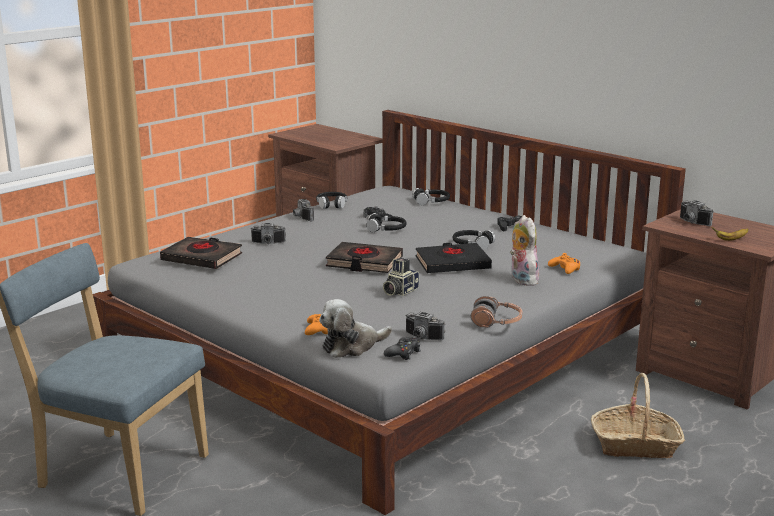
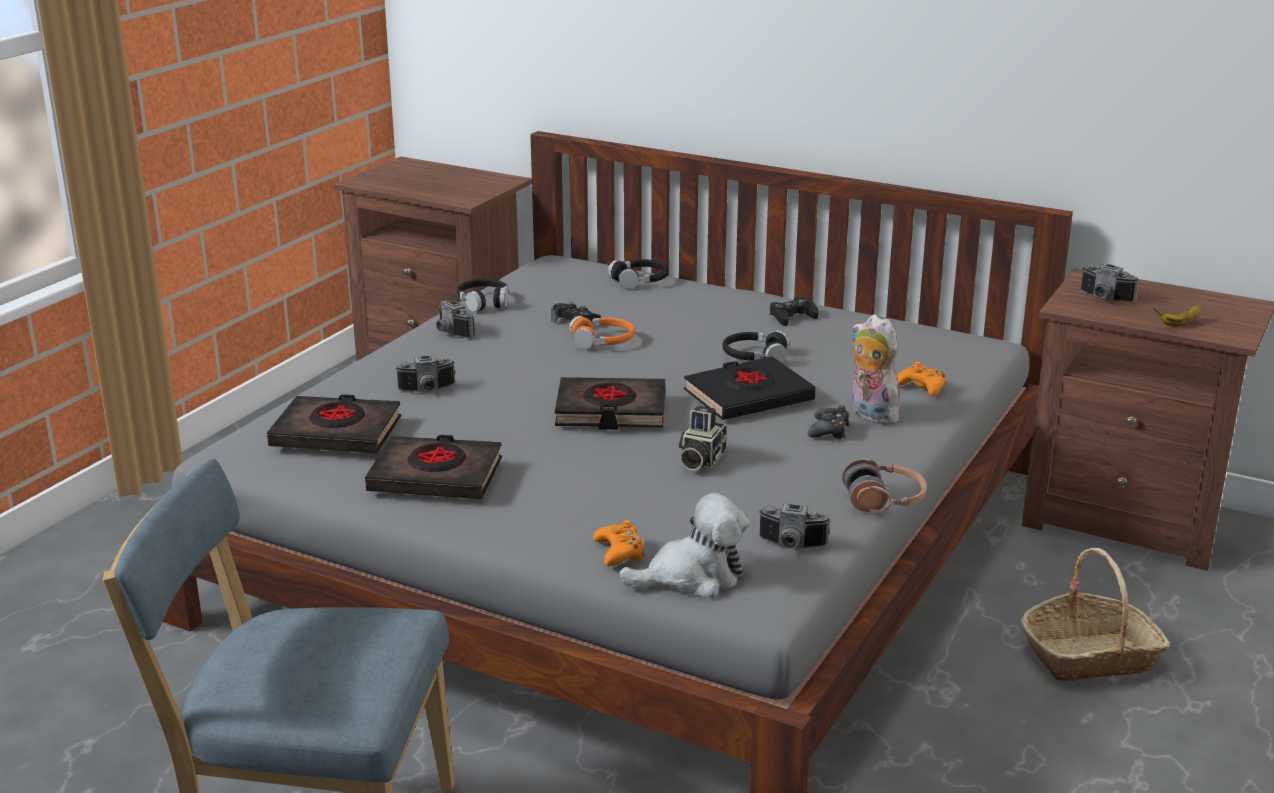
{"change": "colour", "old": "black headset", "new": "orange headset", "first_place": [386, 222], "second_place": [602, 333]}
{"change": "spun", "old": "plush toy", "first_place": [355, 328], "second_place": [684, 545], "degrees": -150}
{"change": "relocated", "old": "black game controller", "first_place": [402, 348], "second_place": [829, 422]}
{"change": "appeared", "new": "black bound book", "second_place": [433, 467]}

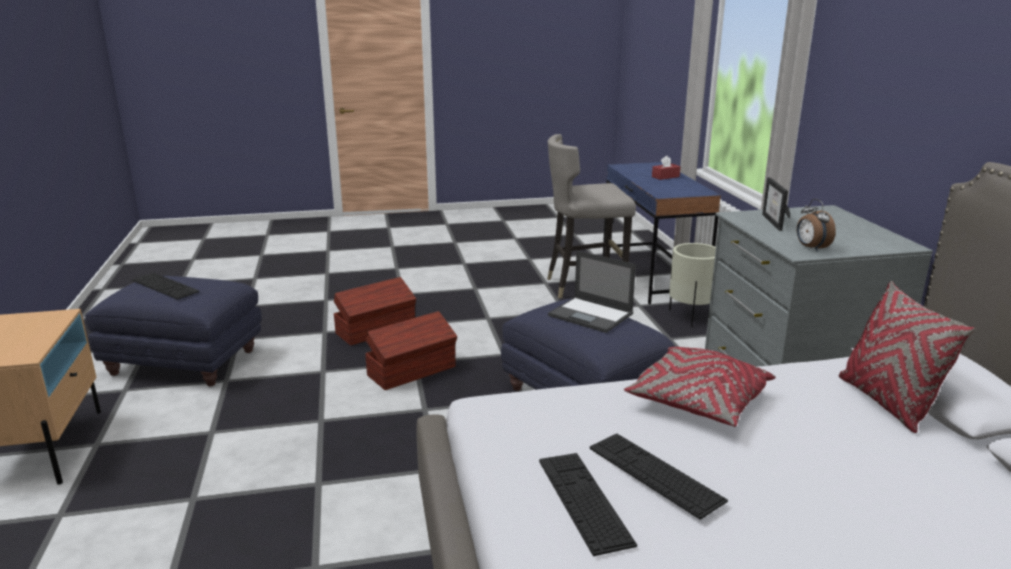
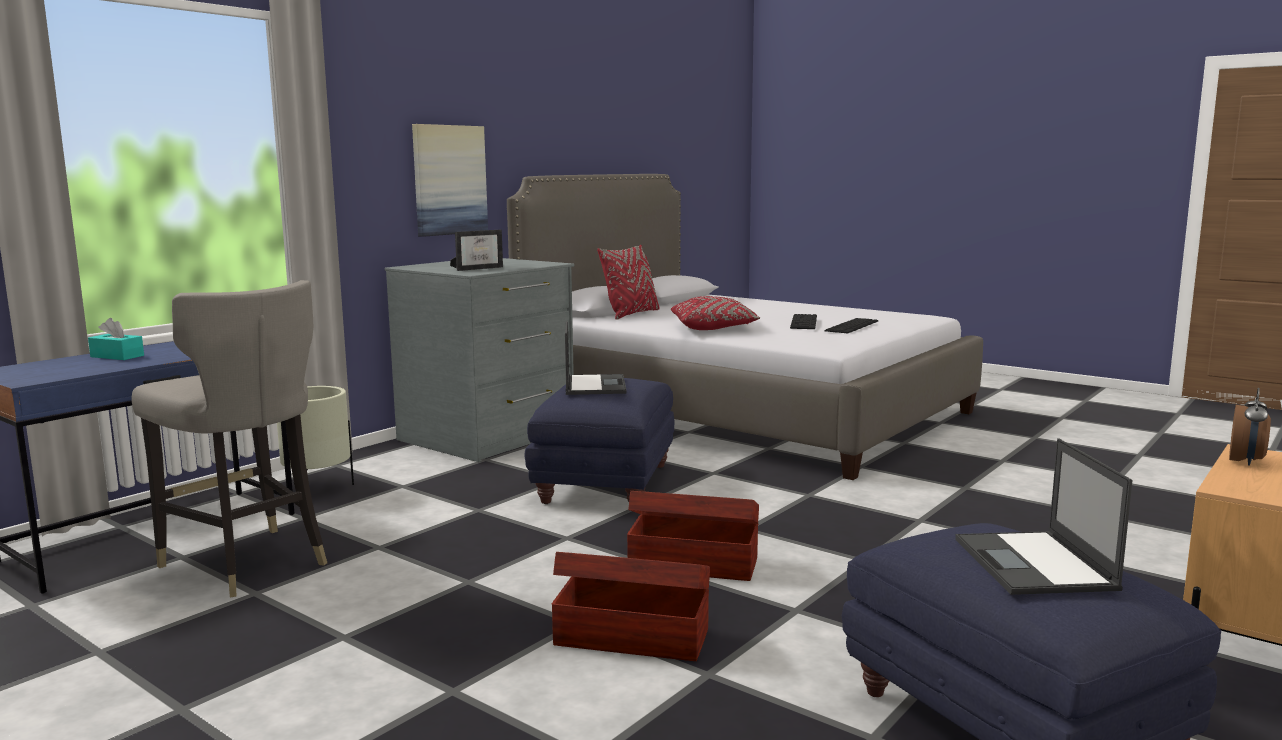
{"change": "colour", "old": "reddish box of tissues", "new": "turquoise-coloured box of tissues", "first_place": [666, 168], "second_place": [116, 339]}
{"change": "relocated", "old": "table clock", "first_place": [816, 225], "second_place": [1250, 427]}
{"change": "exchanged", "old": "keyboard", "new": "laptop", "first_place": [165, 286], "second_place": [1043, 516]}
{"change": "appeared", "new": "wall art", "second_place": [450, 180]}

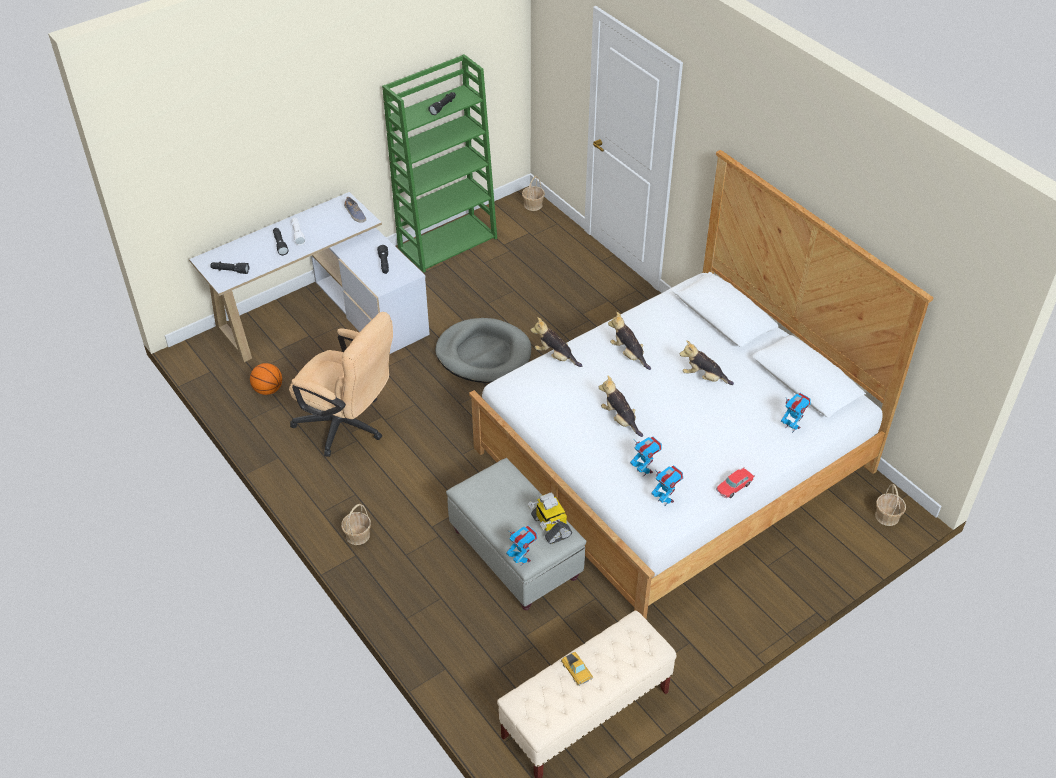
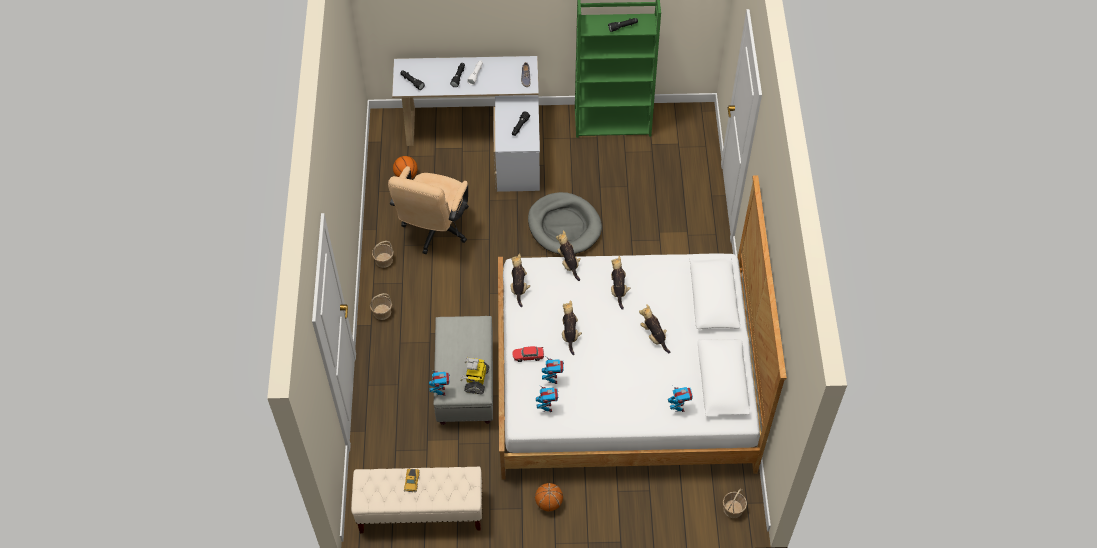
{"change": "relocated", "old": "household basket", "first_place": [533, 193], "second_place": [383, 254]}
{"change": "spun", "old": "sand-coloured office chair", "first_place": [341, 384], "second_place": [428, 210], "degrees": 45}
{"change": "relocated", "old": "toy car", "first_place": [735, 482], "second_place": [528, 354]}
{"change": "appeared", "new": "plush toy", "second_place": [520, 280]}
{"change": "appeared", "new": "basketball", "second_place": [549, 497]}

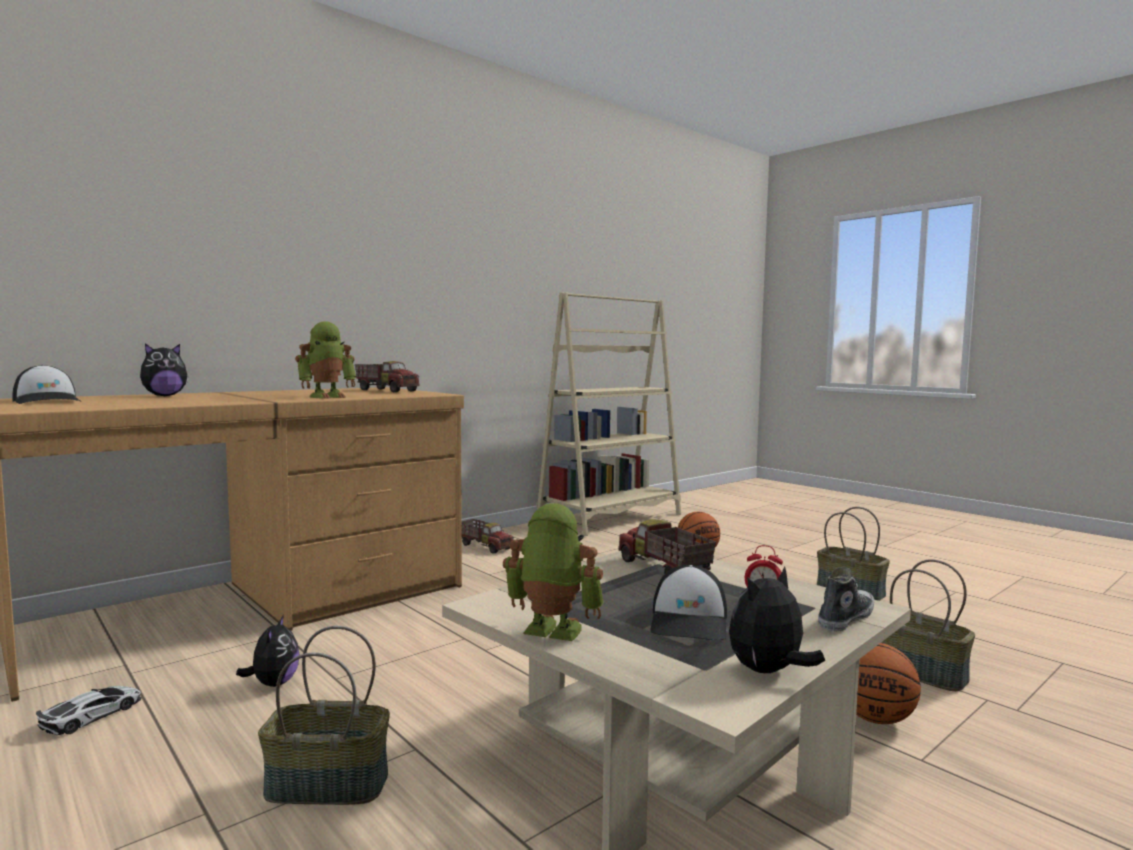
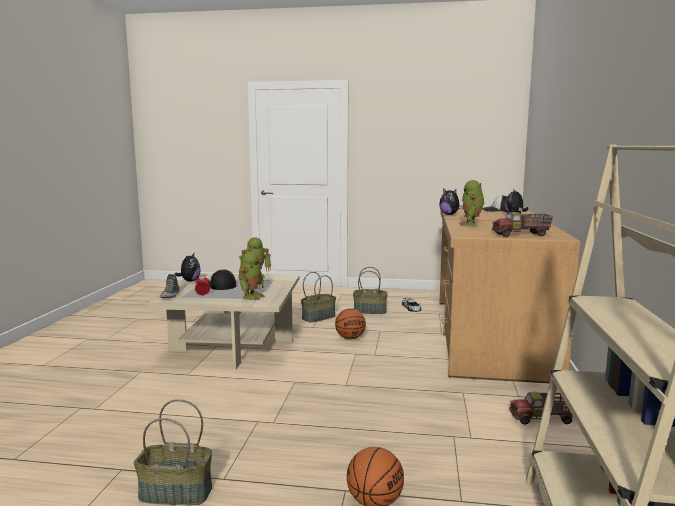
{"change": "exchanged", "old": "toy lorry", "new": "robot figure", "first_place": [667, 546], "second_place": [251, 276]}
{"change": "relocated", "old": "household basket", "first_place": [928, 625], "second_place": [370, 290]}
{"change": "relocated", "old": "plush toy", "first_place": [268, 651], "second_place": [451, 201]}
{"change": "relocated", "old": "basketball", "first_place": [888, 683], "second_place": [350, 323]}

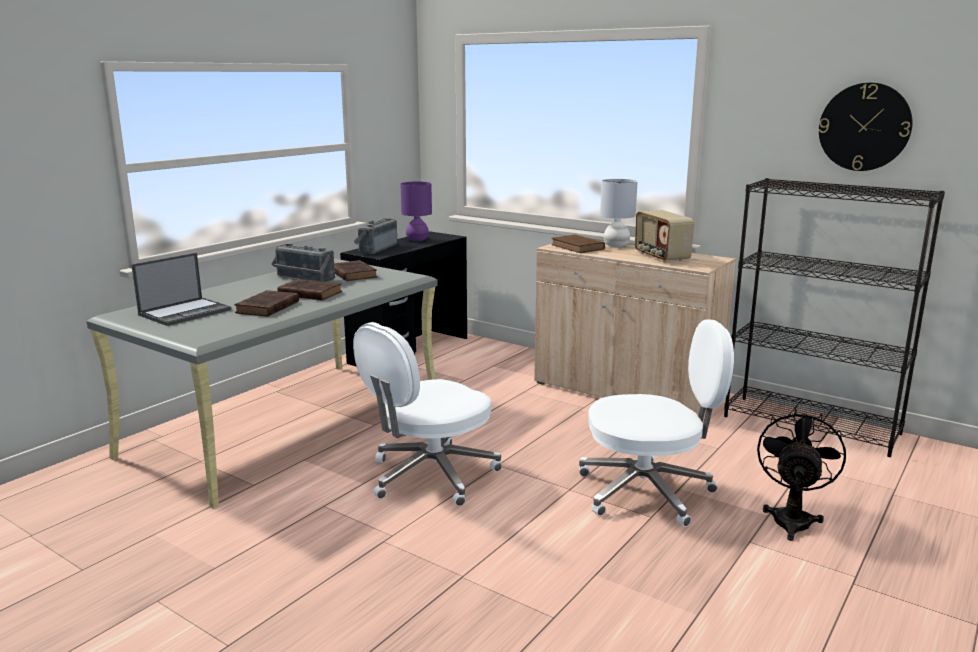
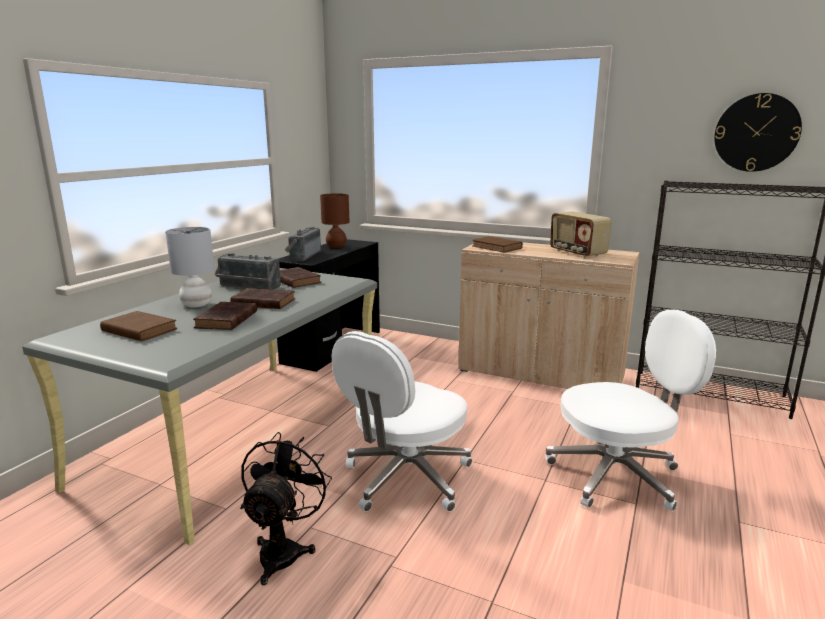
{"change": "relocated", "old": "gray table lamp", "first_place": [619, 213], "second_place": [189, 267]}
{"change": "colour", "old": "purple-coloured table lamp", "new": "brownish table lamp", "first_place": [416, 211], "second_place": [335, 220]}
{"change": "exchanged", "old": "laptop", "new": "brownish bound book", "first_place": [181, 289], "second_place": [138, 326]}
{"change": "relocated", "old": "black cooling fan", "first_place": [801, 474], "second_place": [286, 508]}

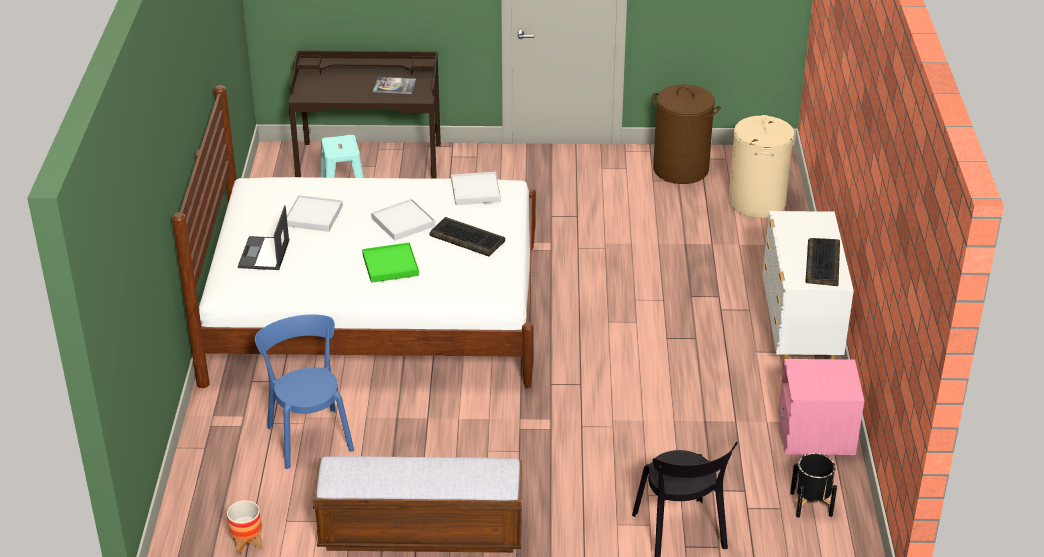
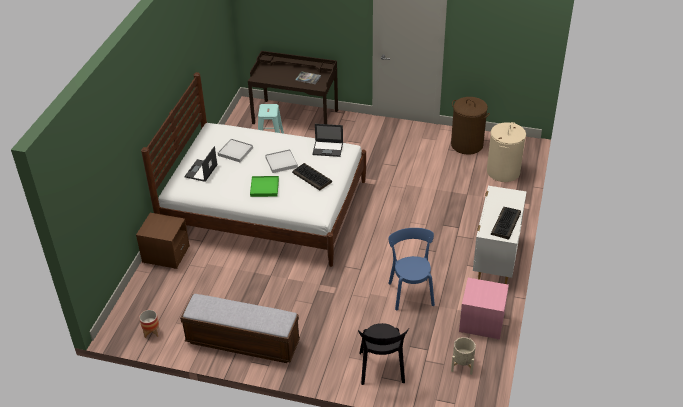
{"change": "exchanged", "old": "white serving tray", "new": "laptop", "first_place": [476, 188], "second_place": [327, 140]}
{"change": "relocated", "old": "blue upright chair", "first_place": [304, 392], "second_place": [411, 269]}
{"change": "colour", "old": "black planter", "new": "sand-coloured planter", "first_place": [813, 485], "second_place": [463, 356]}
{"change": "appeared", "new": "brownish bedside table", "second_place": [163, 241]}

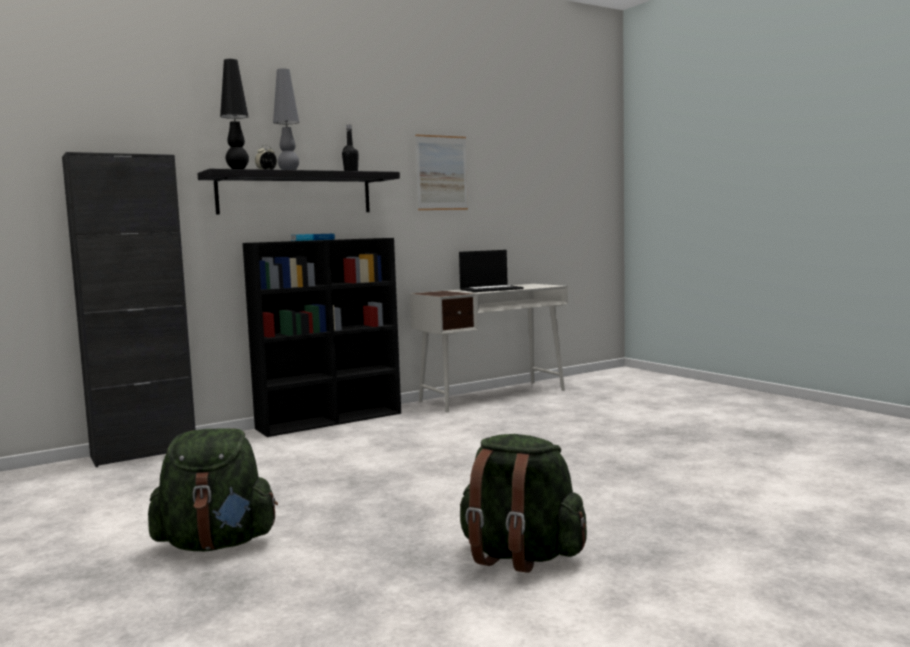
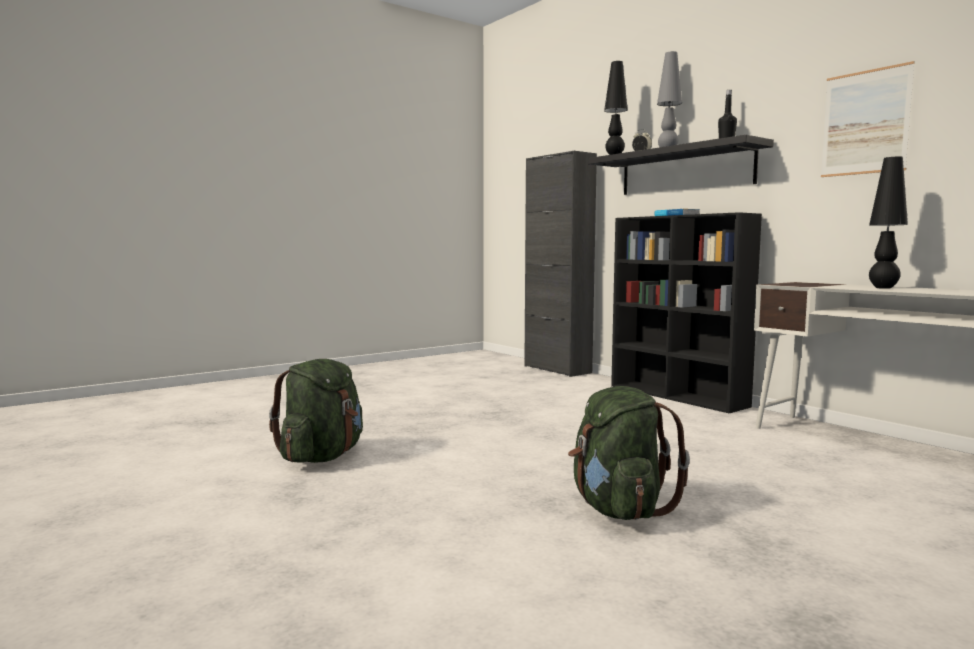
{"change": "exchanged", "old": "laptop", "new": "black table lamp", "first_place": [491, 271], "second_place": [888, 223]}
{"change": "relocated", "old": "greenish rucksack", "first_place": [213, 490], "second_place": [629, 453]}

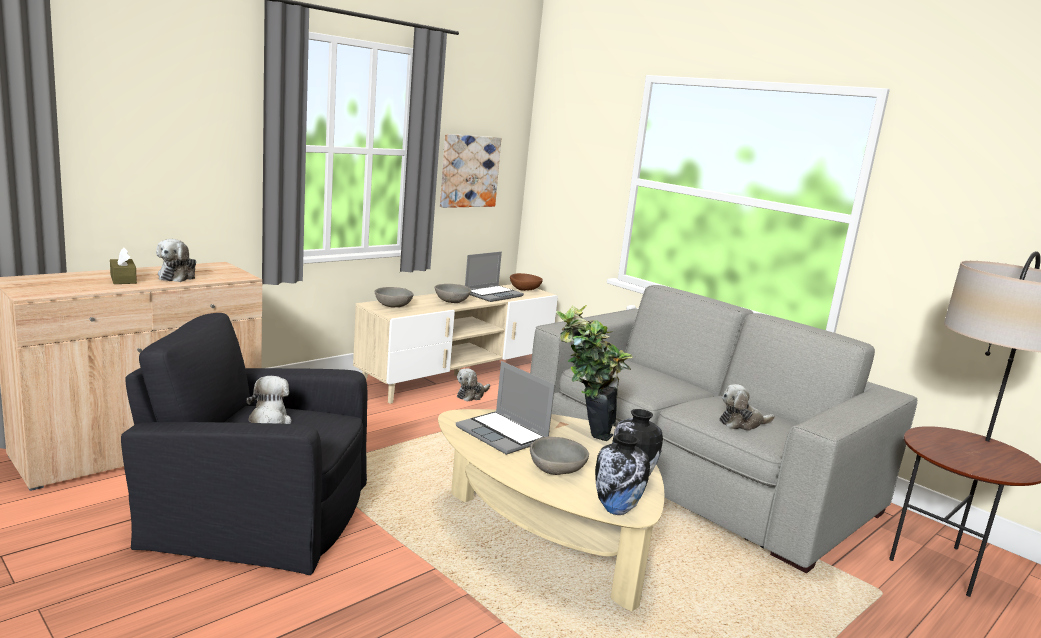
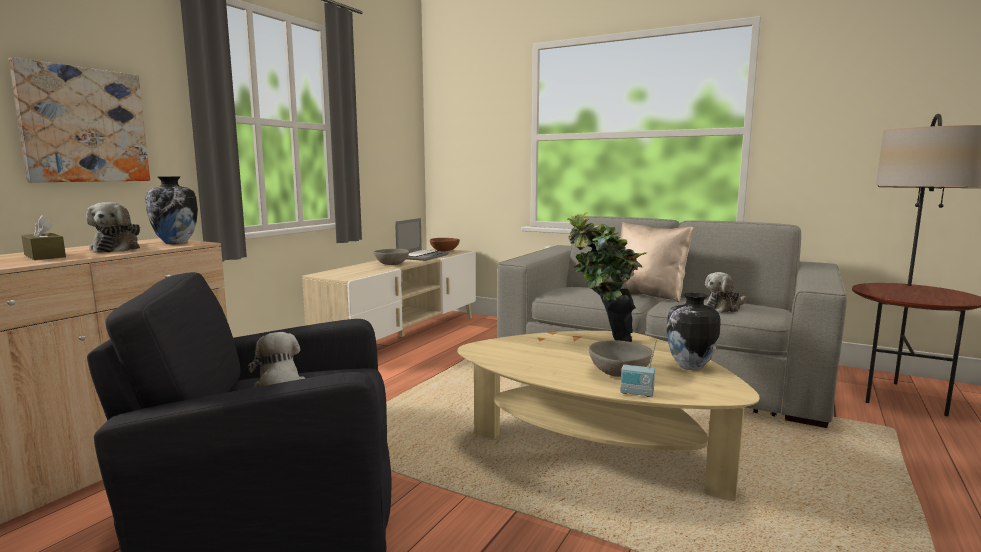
{"change": "relocated", "old": "wall art", "first_place": [470, 171], "second_place": [79, 119]}
{"change": "missing", "old": "gray bowl", "first_place": [394, 297]}
{"change": "missing", "old": "laptop", "first_place": [505, 408]}
{"change": "missing", "old": "plush toy", "first_place": [473, 385]}
{"change": "relocated", "old": "flower vase", "first_place": [622, 474], "second_place": [172, 210]}
{"change": "appeared", "new": "sand-coloured throw pillow", "second_place": [657, 262]}
{"change": "appeared", "new": "radio receiver", "second_place": [638, 368]}

